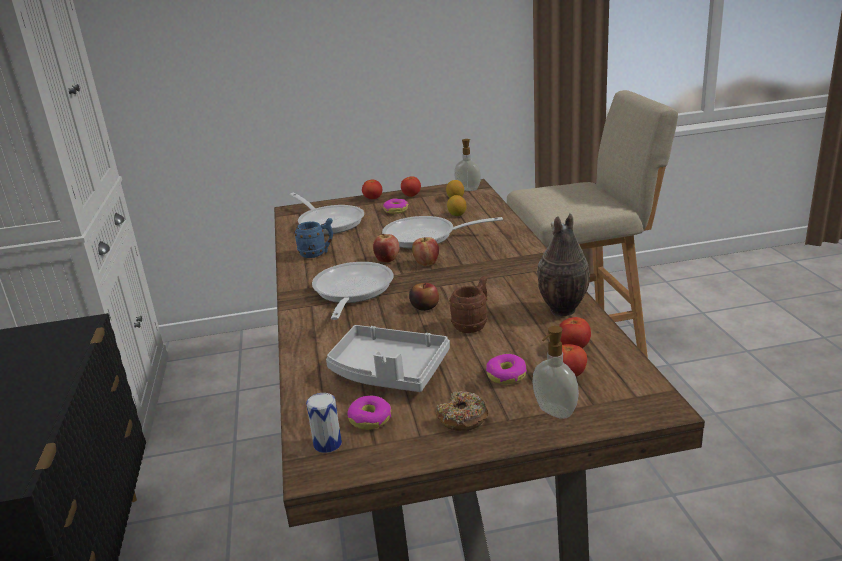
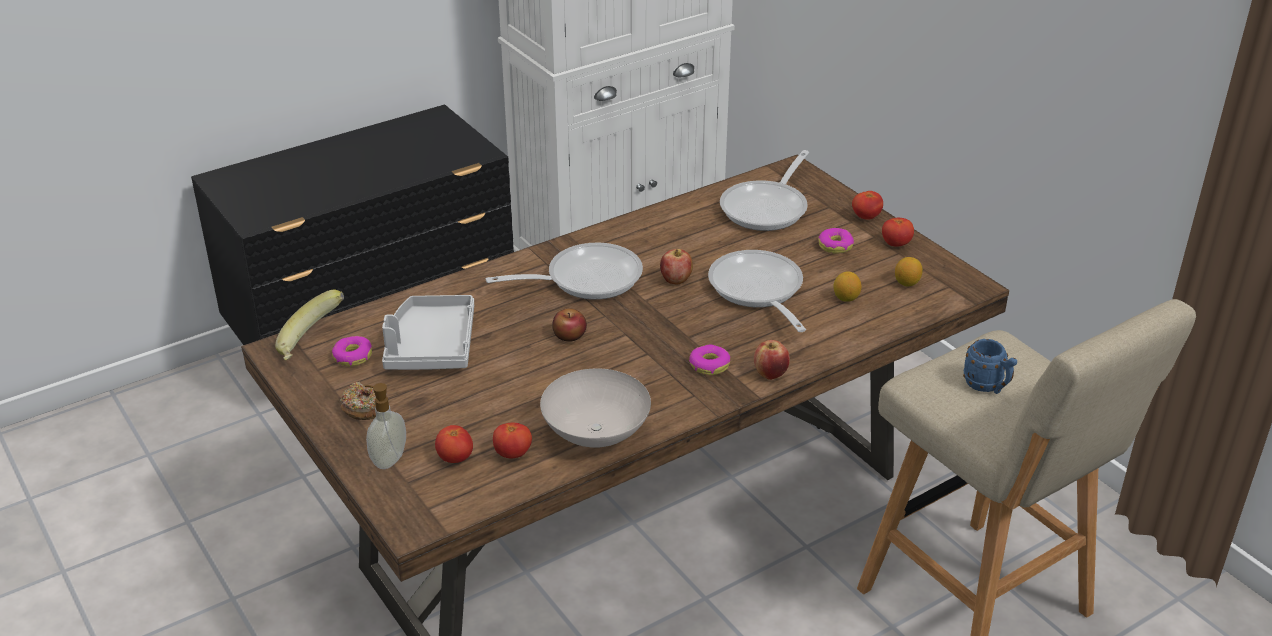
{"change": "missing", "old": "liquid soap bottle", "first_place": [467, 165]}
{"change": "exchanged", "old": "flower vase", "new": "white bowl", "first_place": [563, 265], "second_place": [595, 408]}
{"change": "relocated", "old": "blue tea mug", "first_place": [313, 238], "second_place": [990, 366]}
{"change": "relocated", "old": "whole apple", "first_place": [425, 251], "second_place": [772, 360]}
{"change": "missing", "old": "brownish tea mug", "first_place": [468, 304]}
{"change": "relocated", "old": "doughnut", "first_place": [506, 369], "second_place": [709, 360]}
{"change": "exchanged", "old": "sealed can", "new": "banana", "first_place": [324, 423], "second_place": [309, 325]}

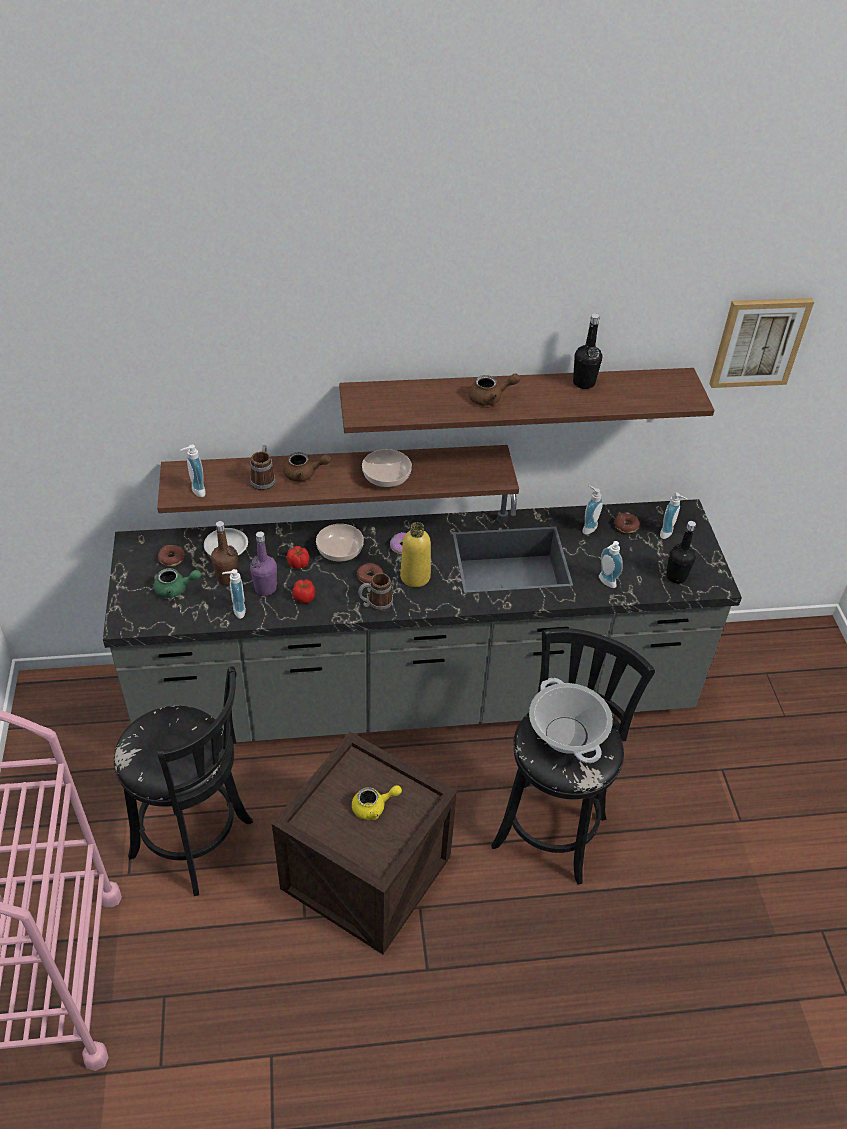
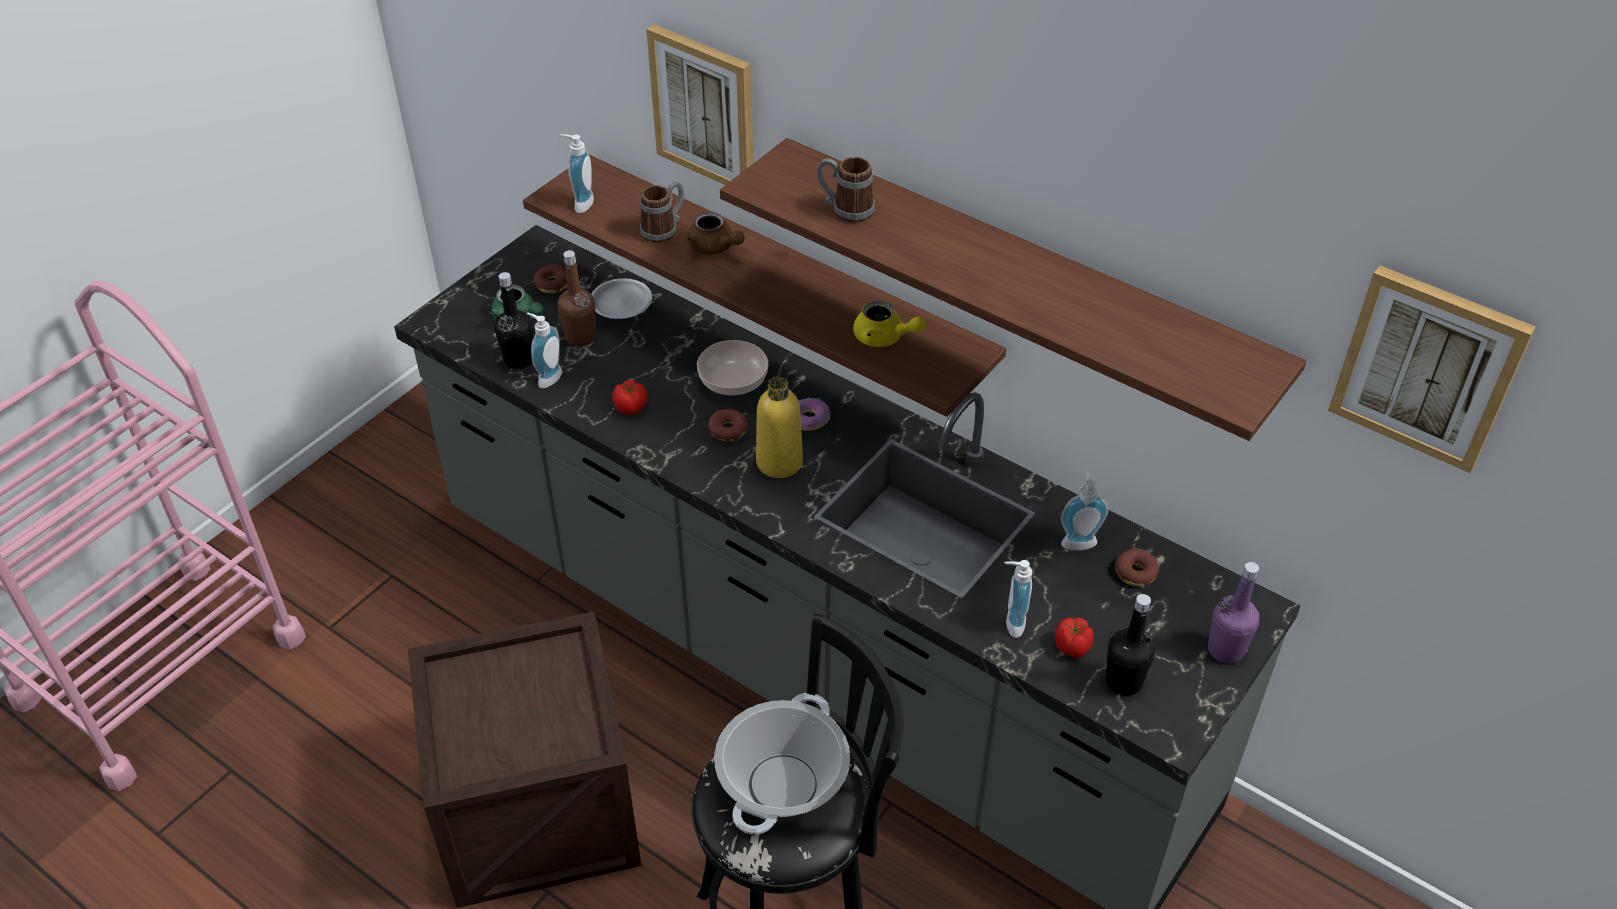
{"change": "relocated", "old": "black bottle", "first_place": [588, 351], "second_place": [513, 320]}
{"change": "missing", "old": "brownish tea pot", "first_place": [494, 389]}
{"change": "missing", "old": "bowl", "first_place": [387, 468]}
{"change": "missing", "old": "liquid soap bottle", "first_place": [673, 516]}
{"change": "relocated", "old": "purple-coloured bottle", "first_place": [263, 564], "second_place": [1233, 613]}
{"change": "relocated", "old": "tomato", "first_place": [298, 557], "second_place": [1074, 637]}
{"change": "relocated", "old": "tea mug", "first_place": [375, 592], "second_place": [846, 190]}
{"change": "missing", "old": "black stool seat", "first_place": [183, 781]}
{"change": "relocated", "old": "yellow tea pot", "first_place": [377, 802], "second_place": [889, 324]}
{"change": "appeared", "new": "wall art", "second_place": [700, 104]}

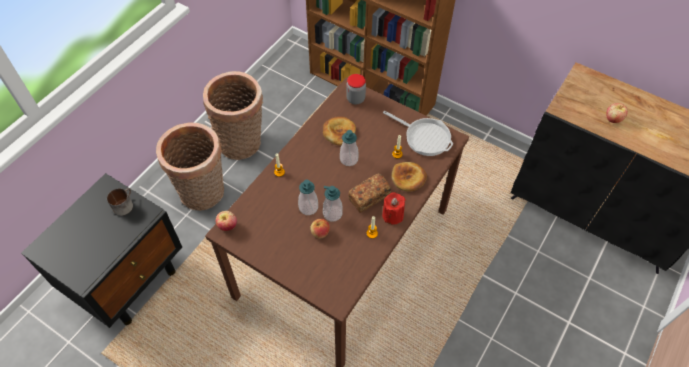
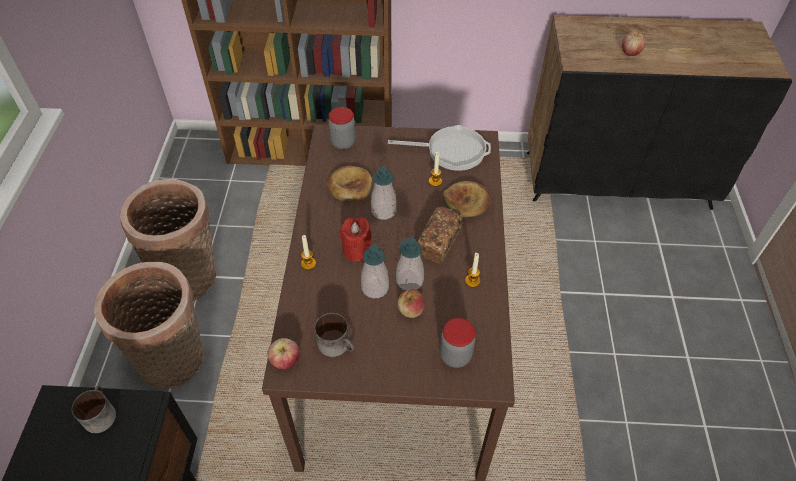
{"change": "relocated", "old": "reddish candle", "first_place": [393, 208], "second_place": [355, 240]}
{"change": "appeared", "new": "tea mug", "second_place": [334, 335]}
{"change": "appeared", "new": "jar", "second_place": [457, 343]}

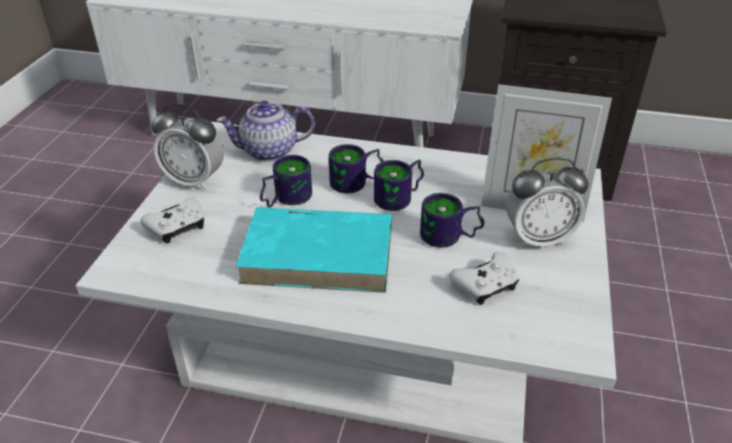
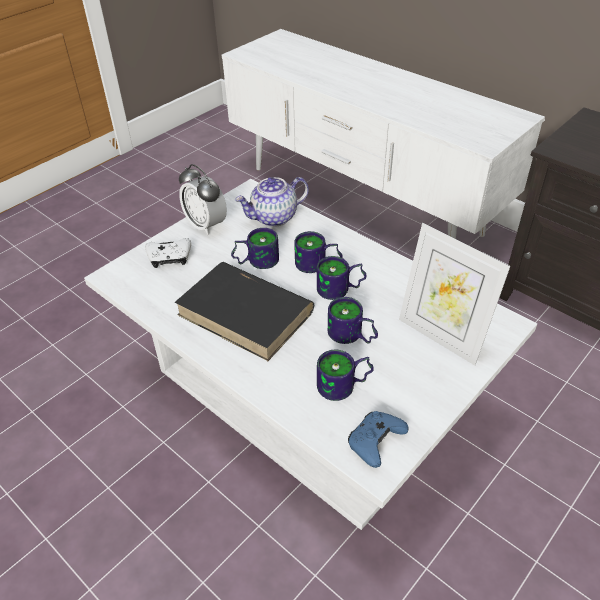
{"change": "spun", "old": "tea pot", "first_place": [266, 130], "second_place": [272, 202], "degrees": -45}
{"change": "missing", "old": "table clock", "first_place": [547, 203]}
{"change": "colour", "old": "turquoise-coloured bound book", "new": "black bound book", "first_place": [313, 250], "second_place": [244, 311]}
{"change": "exchanged", "old": "white game controller", "new": "tea mug", "first_place": [484, 278], "second_place": [345, 375]}
{"change": "appeared", "new": "blue game controller", "second_place": [378, 439]}

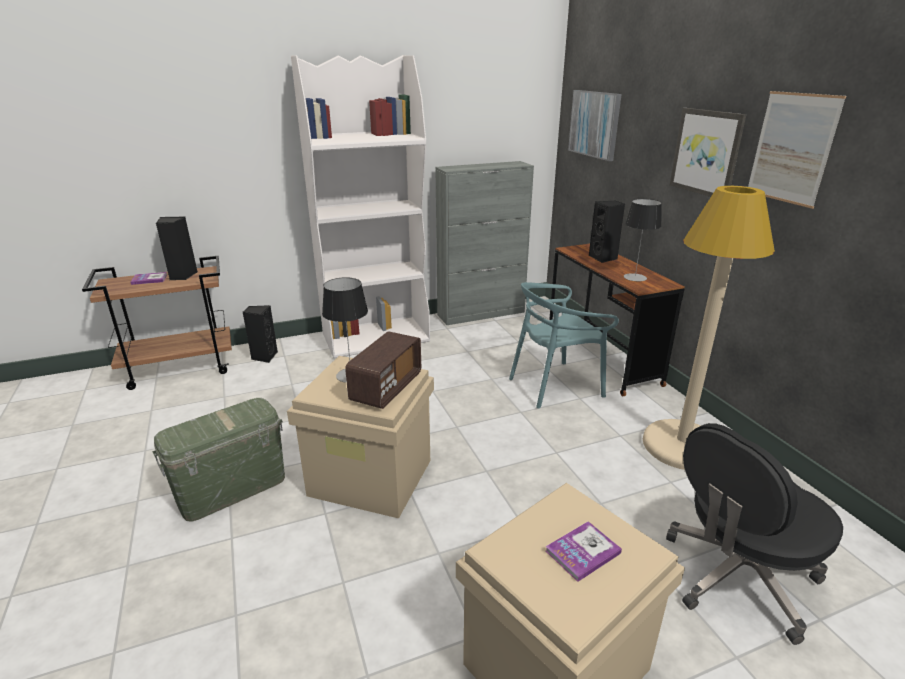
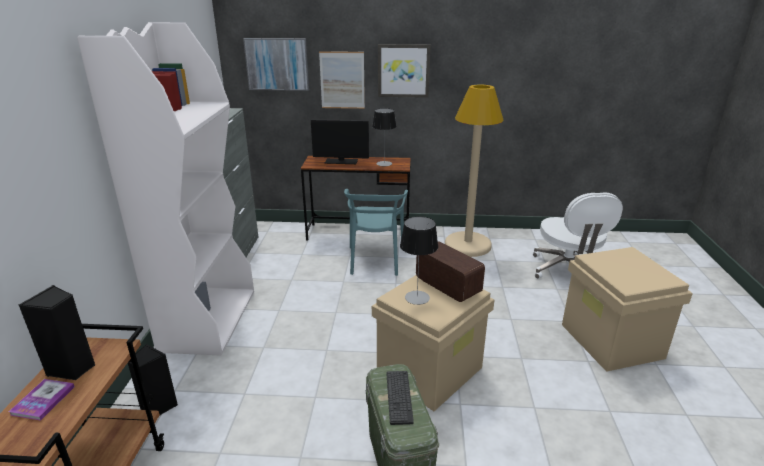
{"change": "relocated", "old": "wall art", "first_place": [797, 150], "second_place": [342, 80]}
{"change": "exchanged", "old": "black audio speaker", "new": "computer screen", "first_place": [607, 232], "second_place": [340, 141]}
{"change": "colour", "old": "black office chair", "new": "white office chair", "first_place": [754, 534], "second_place": [578, 235]}
{"change": "missing", "old": "bound book", "first_place": [584, 551]}
{"change": "appeared", "new": "keyboard", "second_place": [400, 398]}

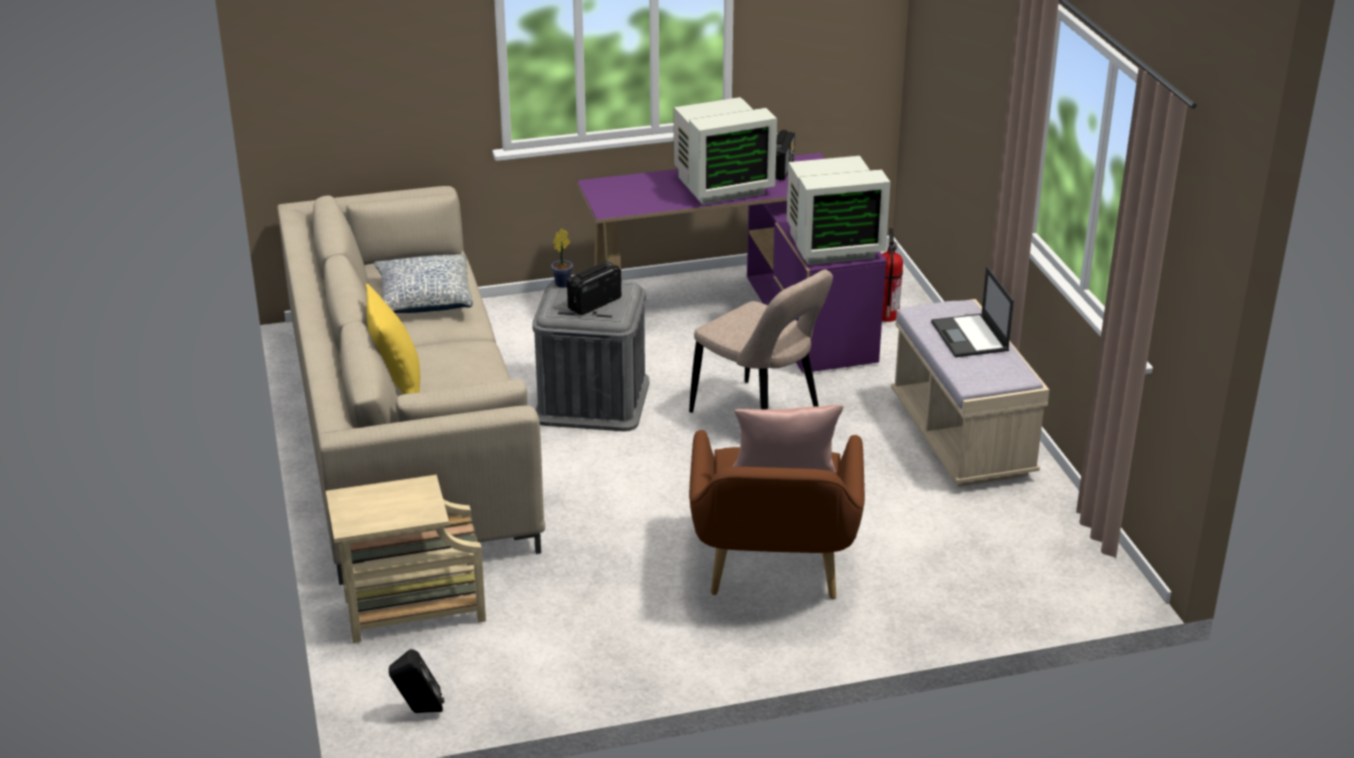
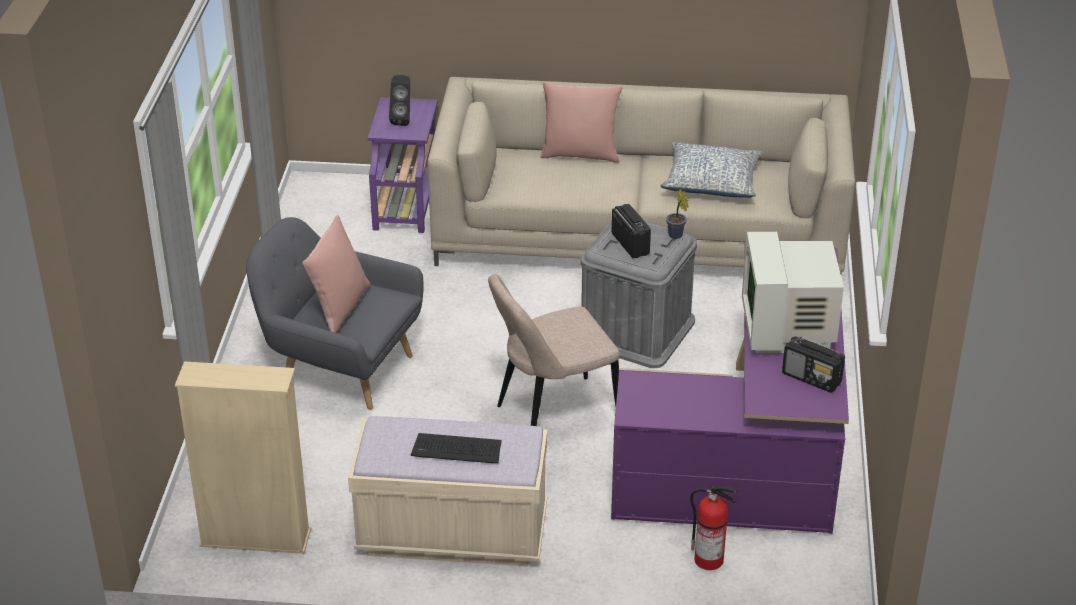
{"change": "missing", "old": "computer screen", "first_place": [838, 210]}
{"change": "exchanged", "old": "laptop", "new": "keyboard", "first_place": [972, 312], "second_place": [456, 448]}
{"change": "colour", "old": "yellow throw pillow", "new": "pink-coloured throw pillow", "first_place": [393, 339], "second_place": [581, 122]}
{"change": "colour", "old": "brownish armchair", "new": "gray armchair", "first_place": [777, 514], "second_place": [335, 313]}
{"change": "colour", "old": "sand-coloured side table", "new": "purple-coloured side table", "first_place": [406, 559], "second_place": [403, 165]}
{"change": "relocated", "old": "black audio speaker", "first_place": [416, 681], "second_place": [399, 100]}
{"change": "appeared", "new": "sand-coloured shelving unit", "second_place": [243, 457]}

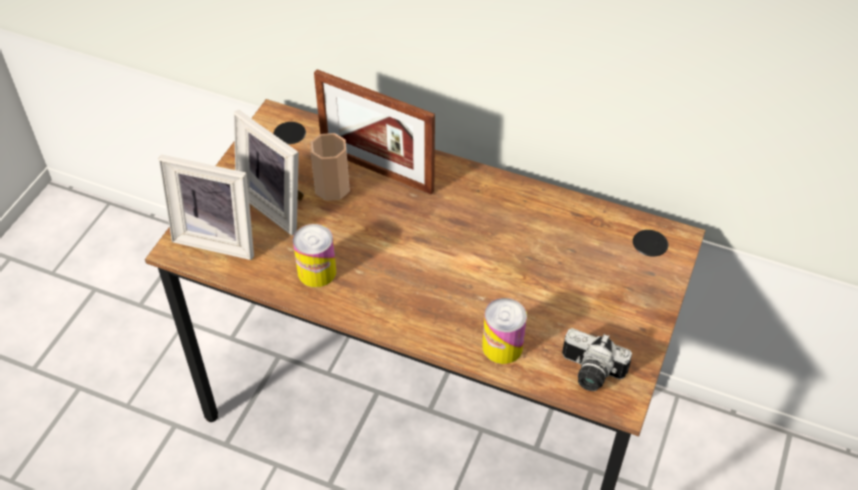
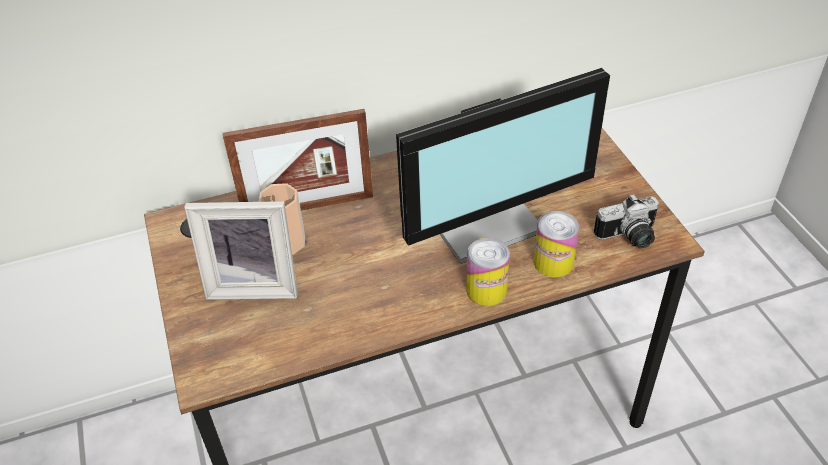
{"change": "missing", "old": "picture frame", "first_place": [206, 207]}
{"change": "relocated", "old": "sealed can", "first_place": [314, 255], "second_place": [488, 272]}
{"change": "appeared", "new": "computer screen", "second_place": [503, 166]}

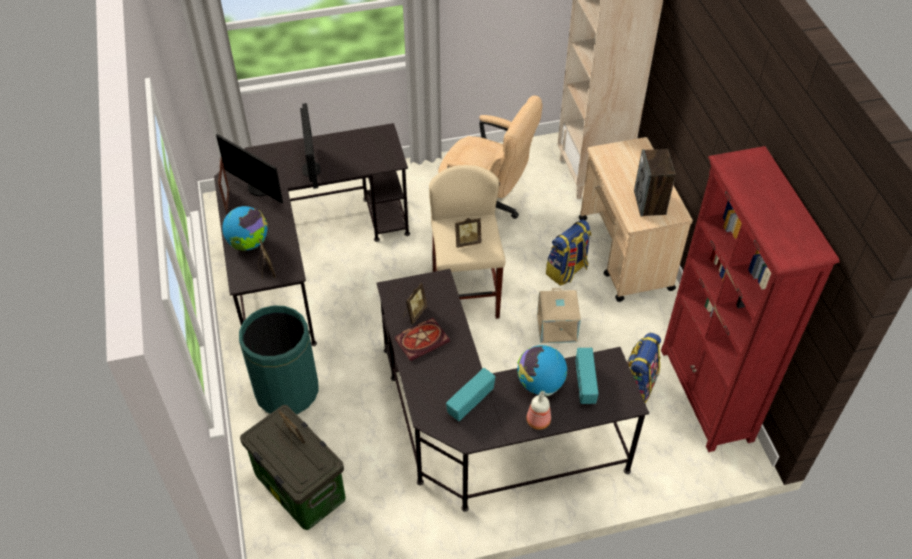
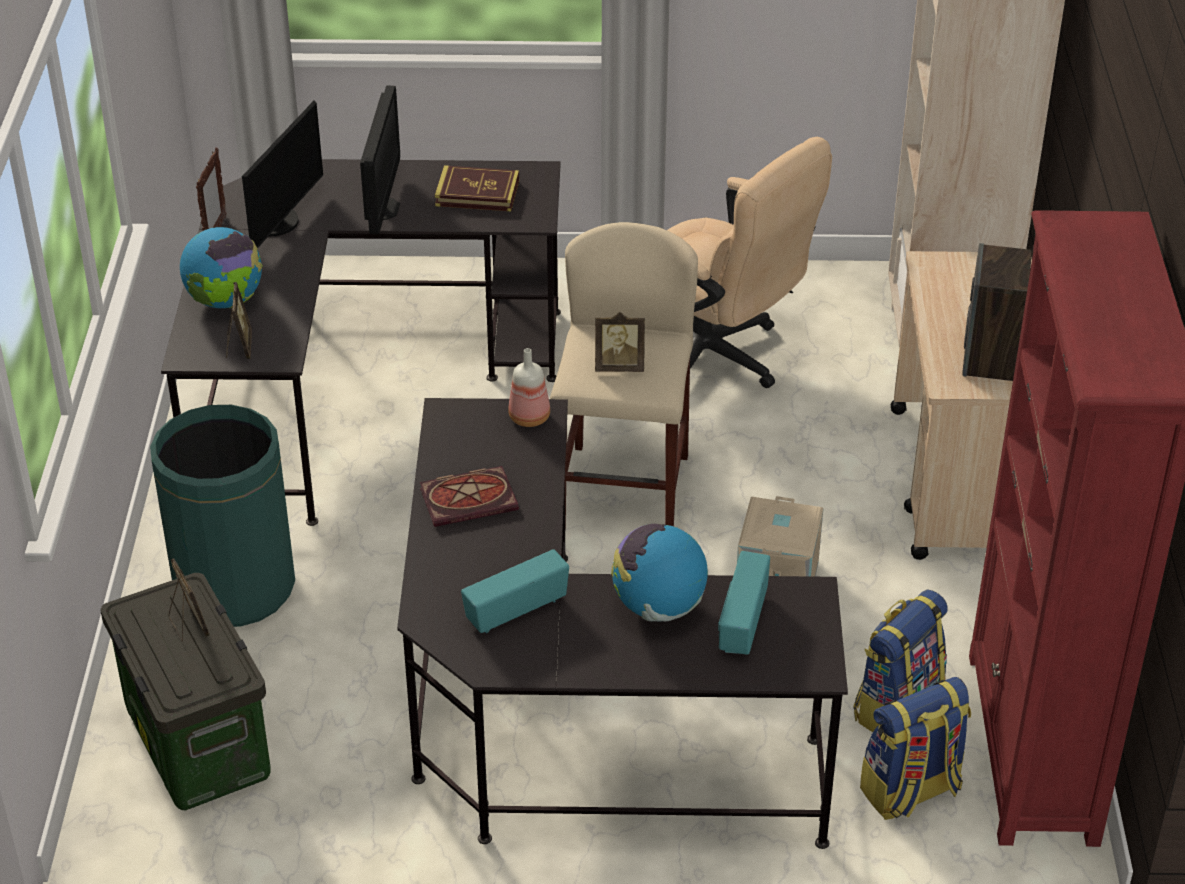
{"change": "spun", "old": "computer screen", "first_place": [249, 168], "second_place": [282, 174], "degrees": -120}
{"change": "relocated", "old": "rucksack", "first_place": [568, 252], "second_place": [915, 748]}
{"change": "missing", "old": "picture frame", "first_place": [415, 303]}
{"change": "relocated", "old": "bottle", "first_place": [538, 411], "second_place": [529, 387]}
{"change": "appeared", "new": "bound book", "second_place": [477, 188]}

